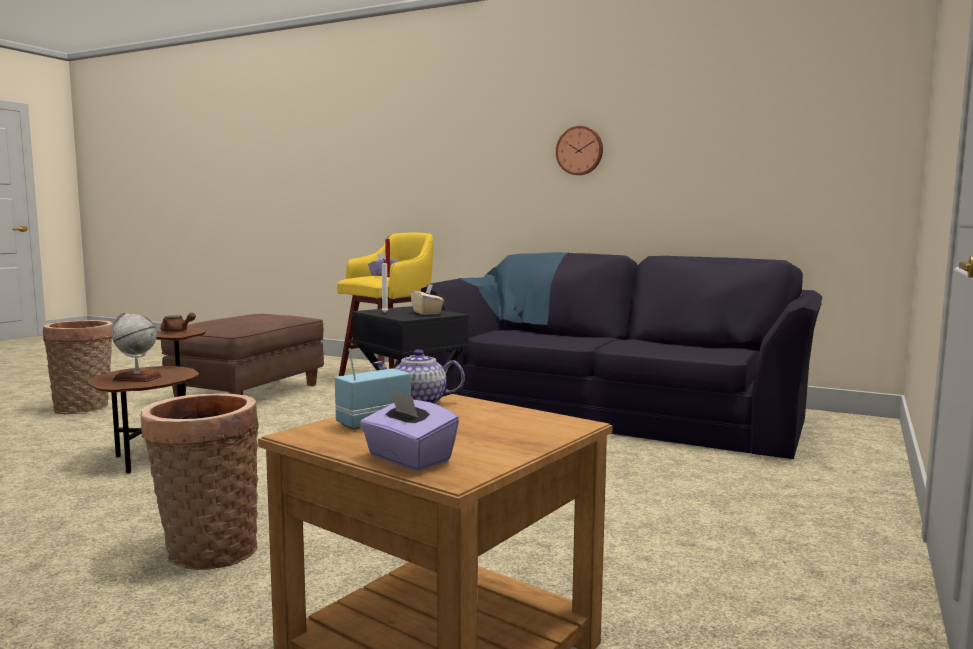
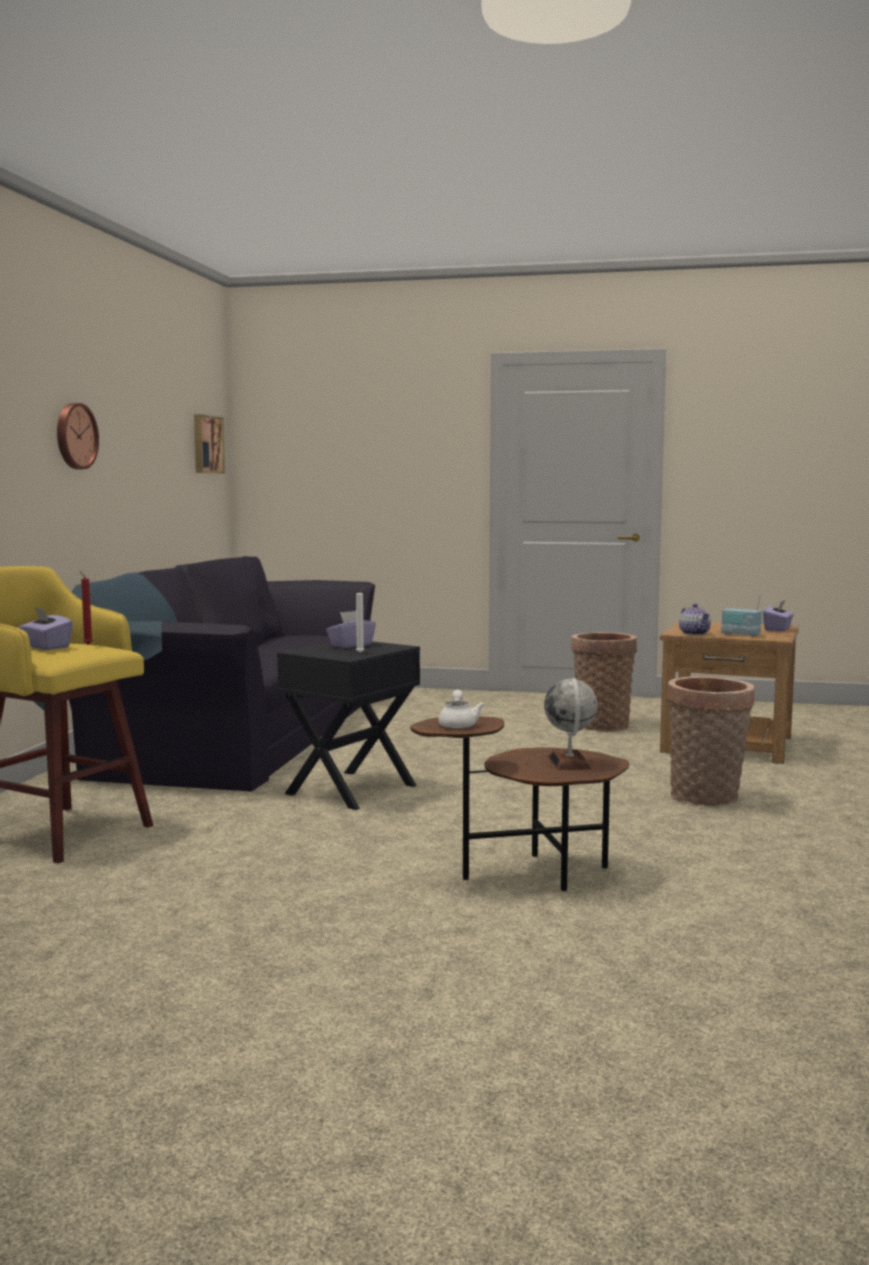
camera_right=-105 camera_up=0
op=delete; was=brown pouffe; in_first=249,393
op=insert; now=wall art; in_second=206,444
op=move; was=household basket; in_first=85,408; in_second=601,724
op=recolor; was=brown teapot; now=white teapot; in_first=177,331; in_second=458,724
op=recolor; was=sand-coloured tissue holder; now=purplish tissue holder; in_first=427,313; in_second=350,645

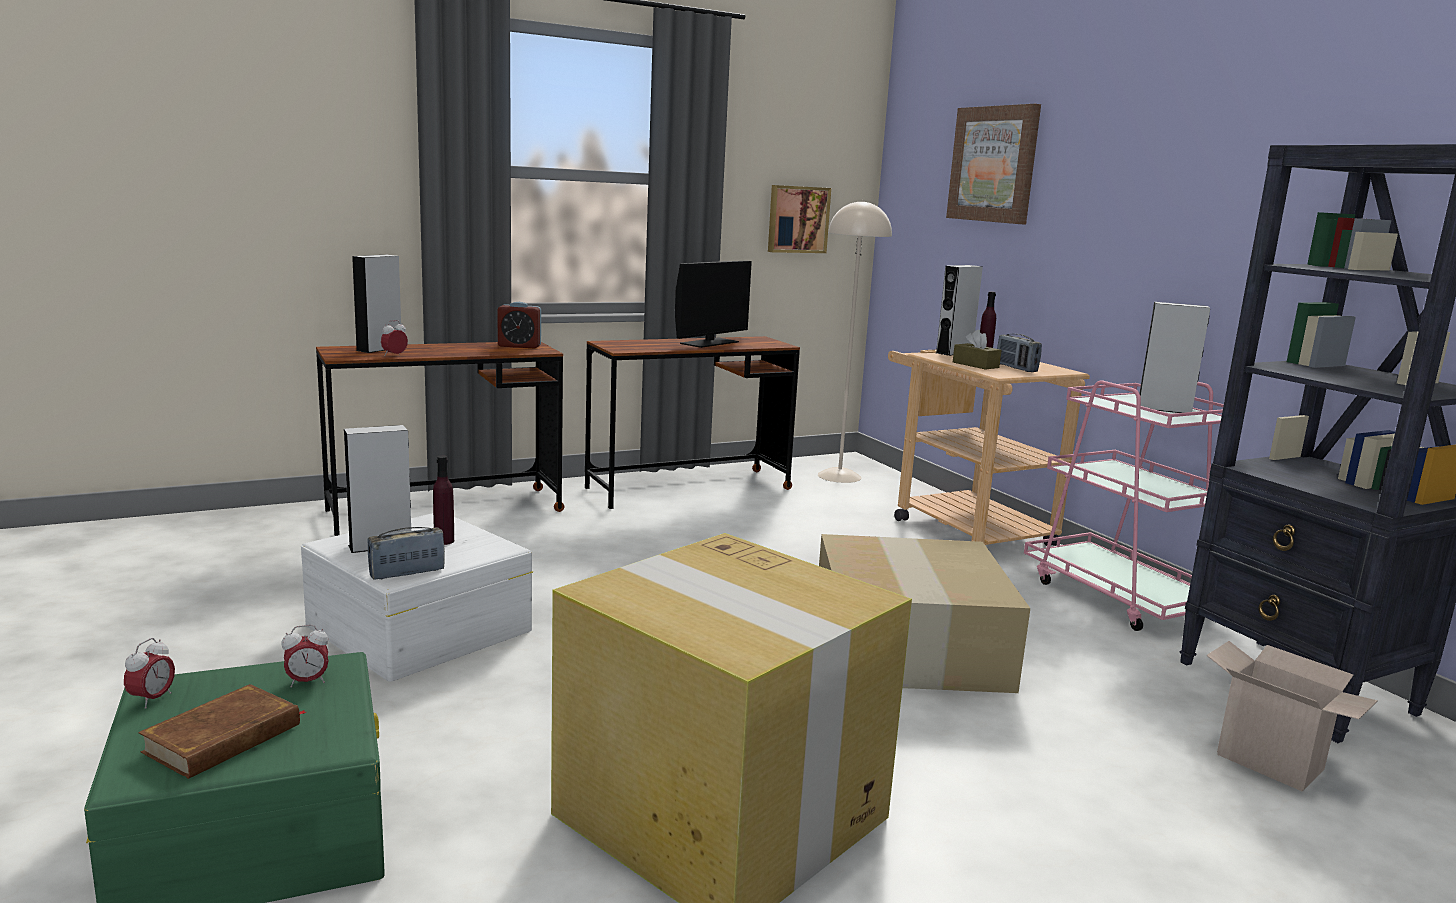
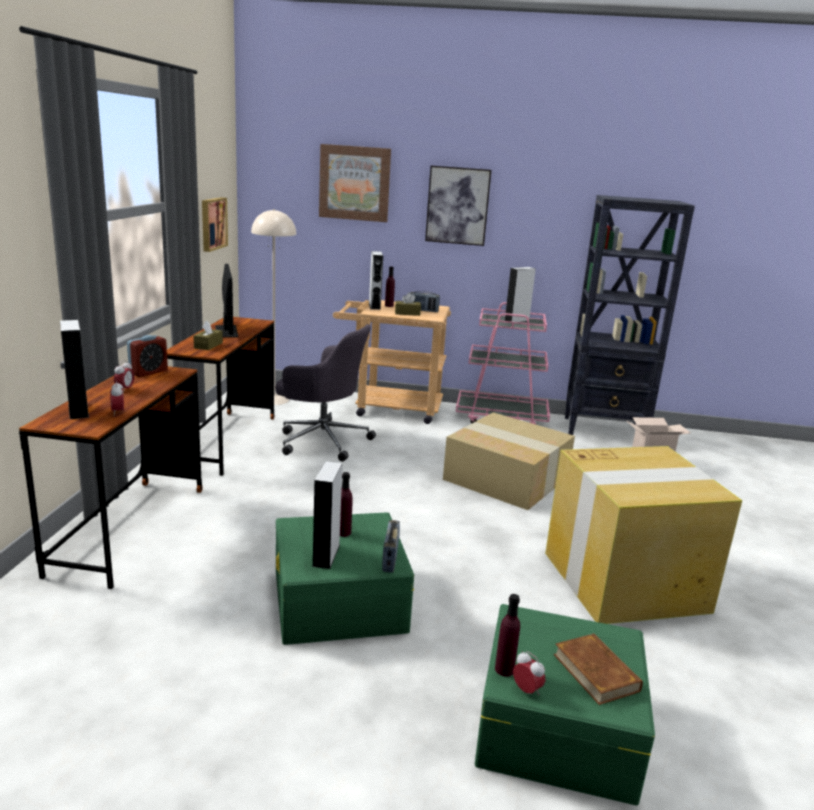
camera_right=-55 camera_up=5
op=insert; now=brown tissue holder; in_second=208,345
op=insert; now=gray office chair; in_second=322,440
op=insert; now=wall art; in_second=457,206
op=insert; now=purplish bottle; in_second=504,669
op=move; was=alarm clock; in_first=307,682; in_second=125,389
op=recolor; was=white storage bin; now=greenish storage bin; in_first=417,628; in_second=339,601

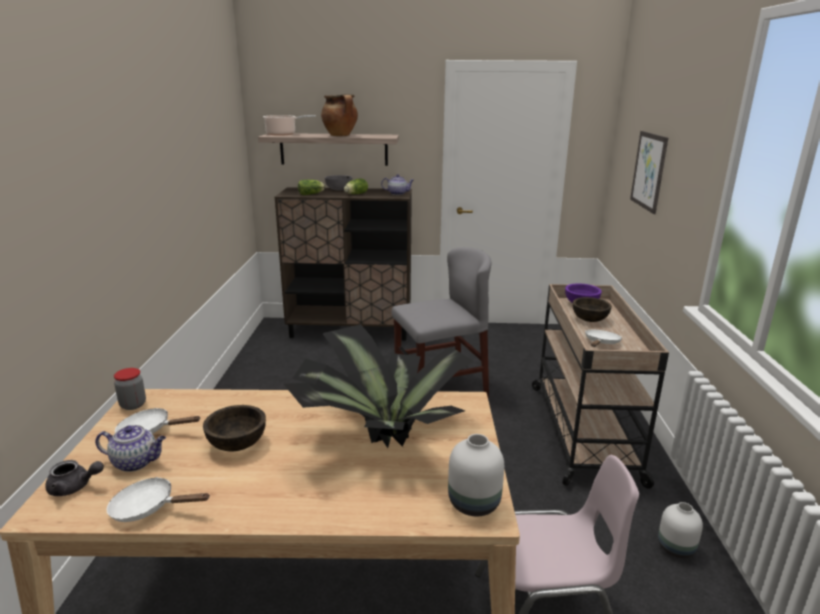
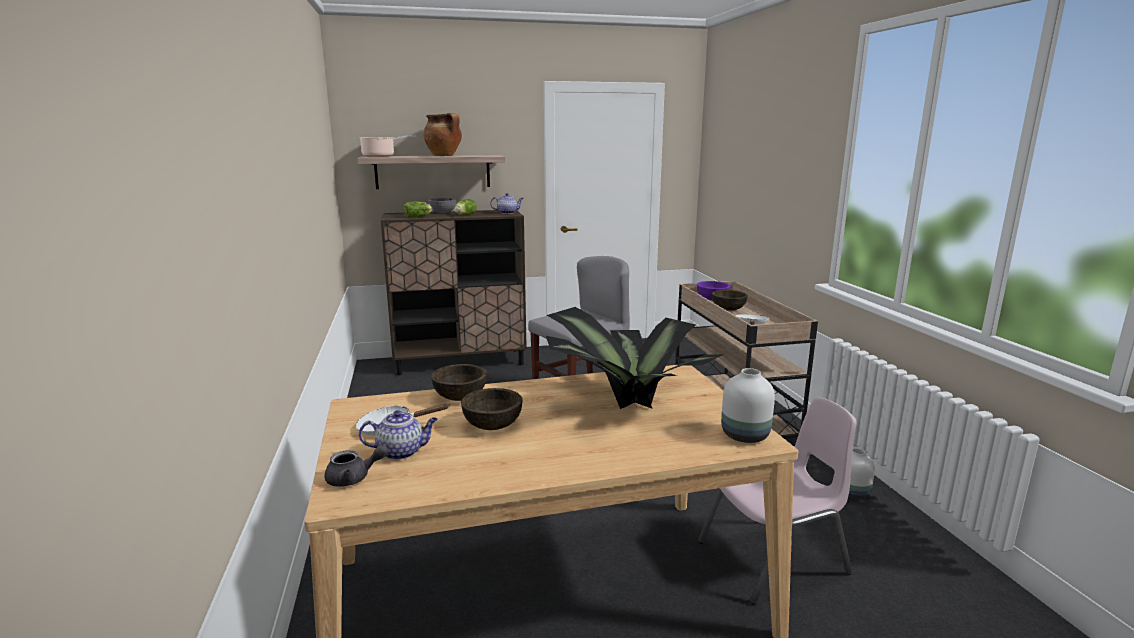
camera_right=-15 camera_up=-5
op=delete; was=white skillet; in_first=149,508
op=delete; was=jar; in_first=133,405
op=delete; was=wall art; in_first=648,171
op=insert; now=brown bowl; in_second=460,397

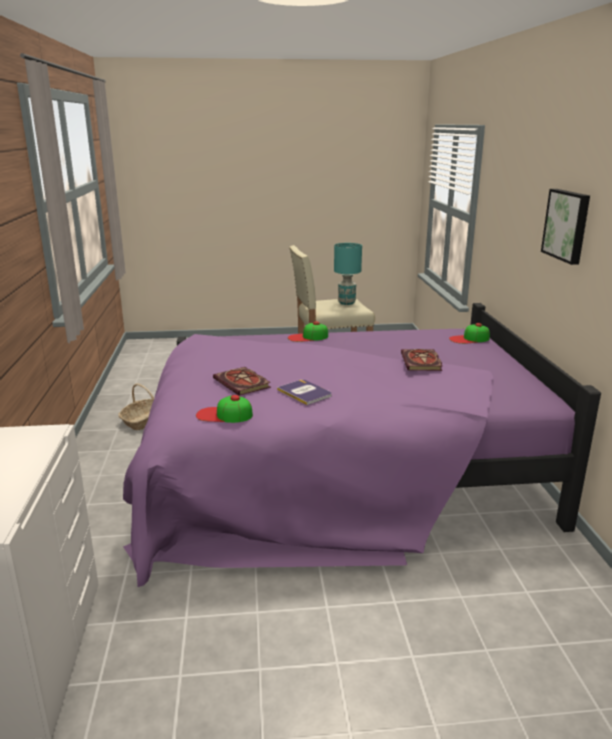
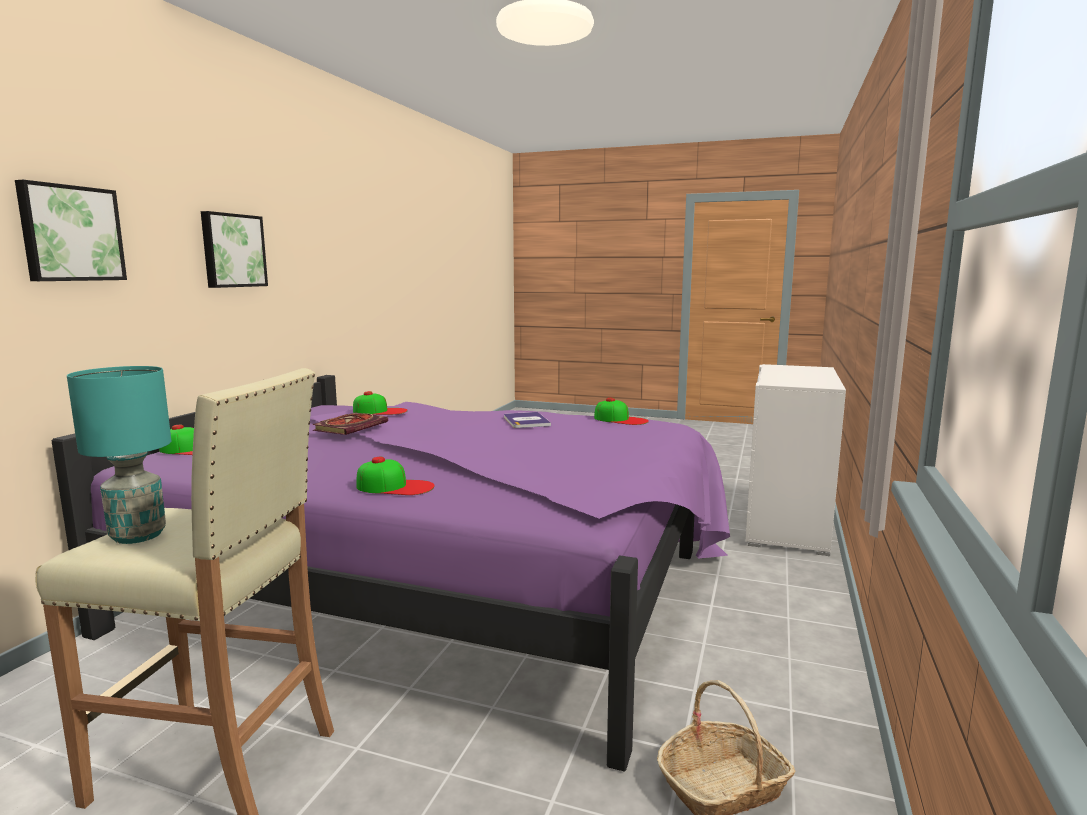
camera_right=-155 camera_up=-10
op=delete; was=book; in_first=243,384
op=insert; now=wall art; in_second=70,233
op=insert; now=peaked cap; in_second=380,411

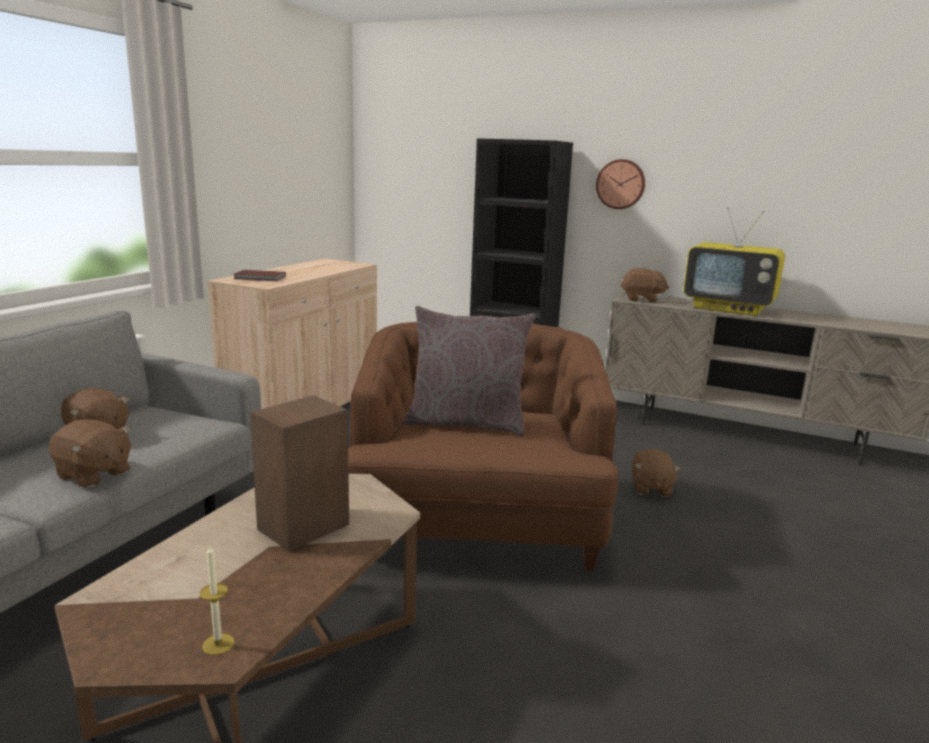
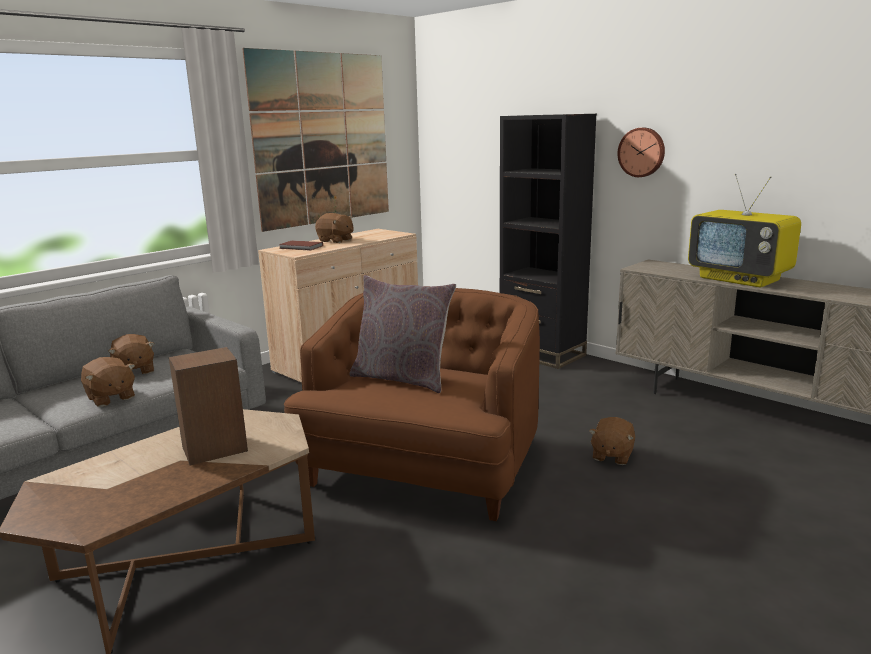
camera_right=20 camera_up=0
op=delete; was=candle; in_first=218,644
op=insert; now=wall art; in_second=323,139
op=move; was=brown soft toy; in_first=641,299; in_second=335,240

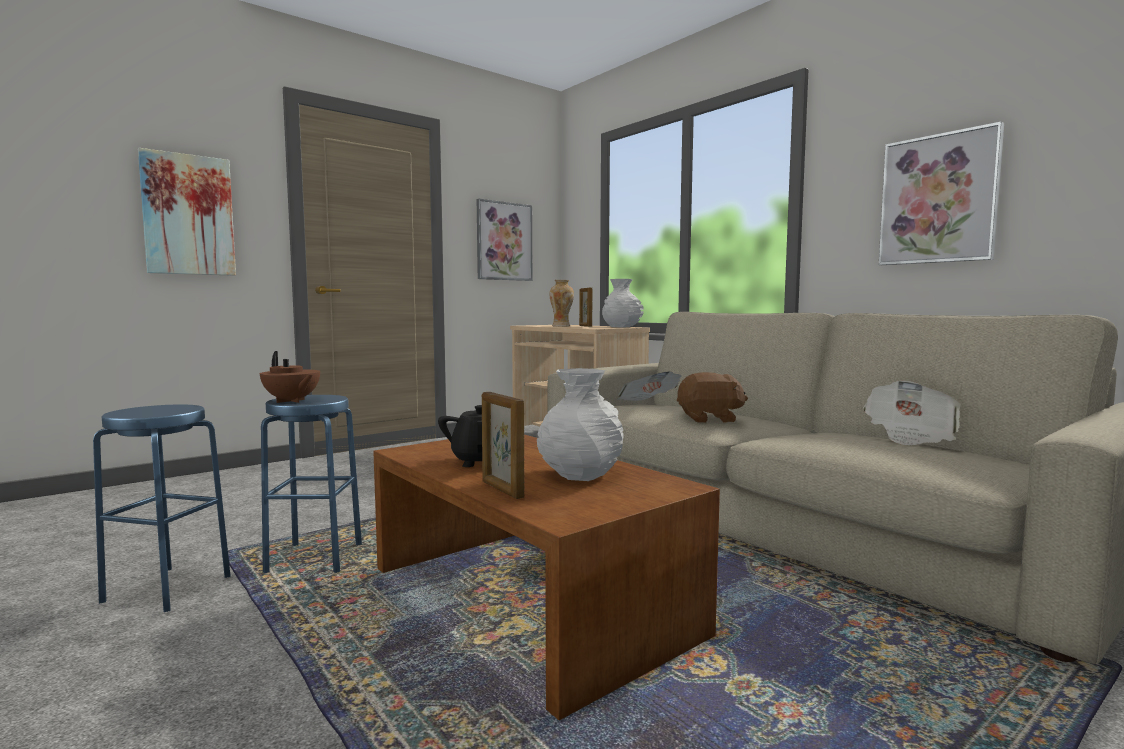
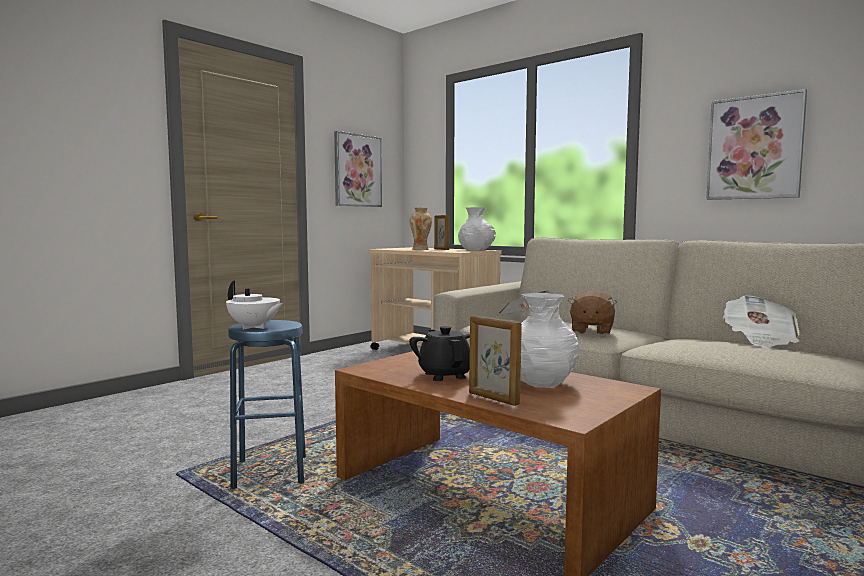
camera_right=-10 camera_up=0
op=delete; was=blue-coloured stool; in_first=167,588
op=delete; was=wall art; in_first=188,215
op=recolor; was=brown teapot; now=white teapot; in_first=291,401; in_second=254,327
op=rotate; was=brown soft toy; in_first=710,419; in_second=591,331; clockwise=120

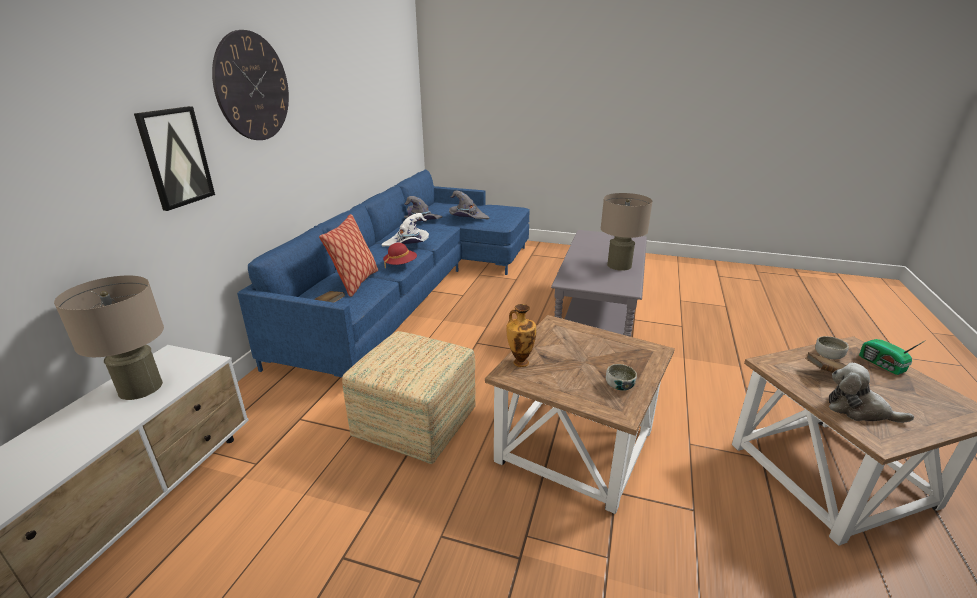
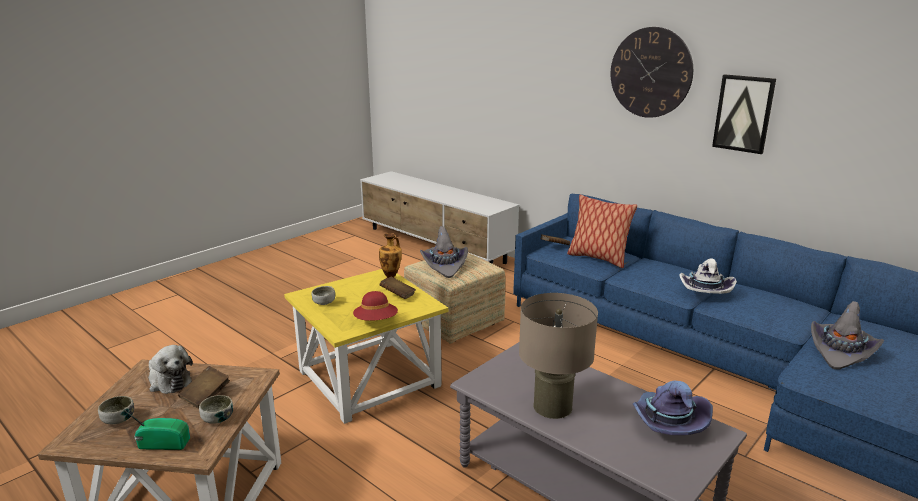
camera_right=115 camera_up=-5
op=delete; was=sand-coloured tabletop lamp; in_first=140,388
op=insert; now=bowl; in_second=118,419
op=insert; now=brown book; in_second=398,295
op=insert; now=purplish wearable hat; in_second=666,422
op=move; was=wall art; in_first=175,157; in_second=743,113
op=move; was=red-coloured wearable hat; in_first=400,265; in_second=376,321
op=move; was=gray wearable hat; in_first=422,221; in_second=445,265
op=recolor; was=brown end table; now=yellow end table; in_first=573,446; in_second=369,377
op=rotate; was=soft toy; in_first=858,410; in_second=169,381; clockwise=75

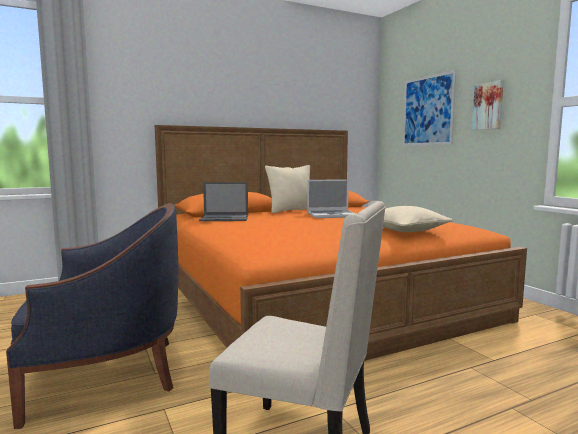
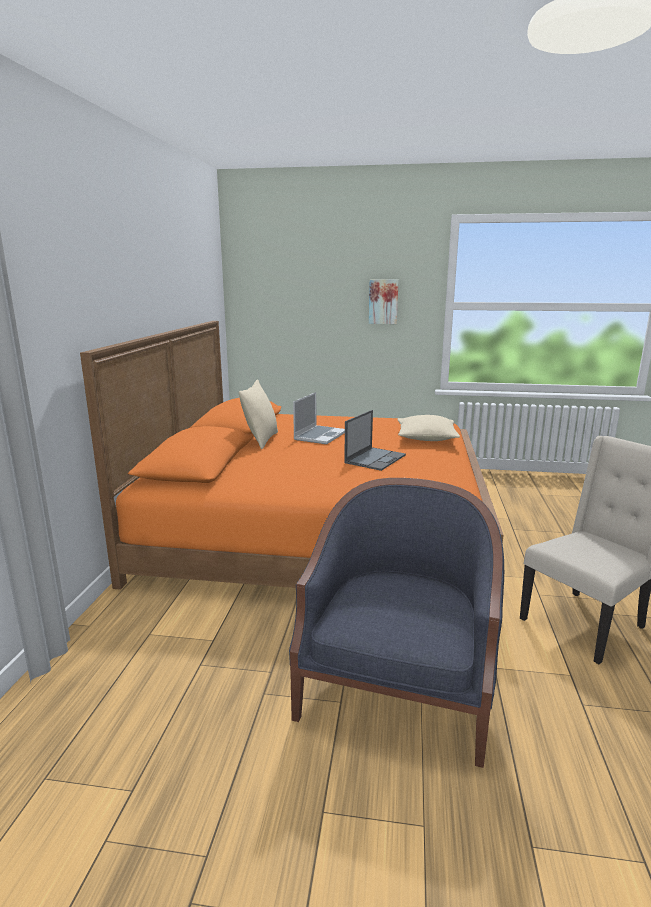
camera_right=-55 camera_up=10
op=delete; was=wall art; in_first=427,110
op=move; was=notebook computer; in_first=225,218; in_second=375,458

